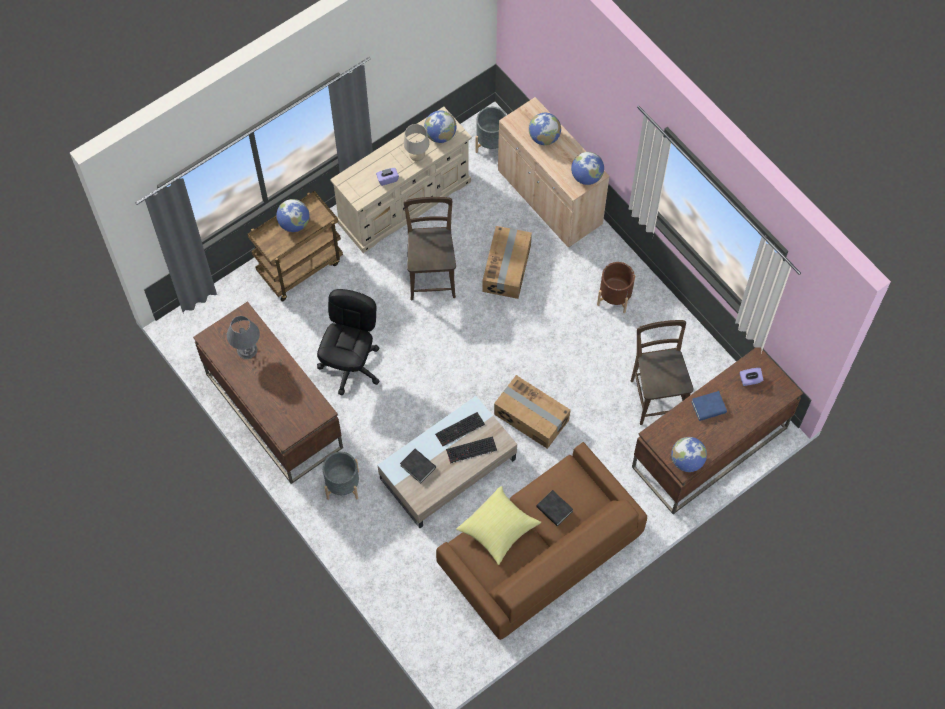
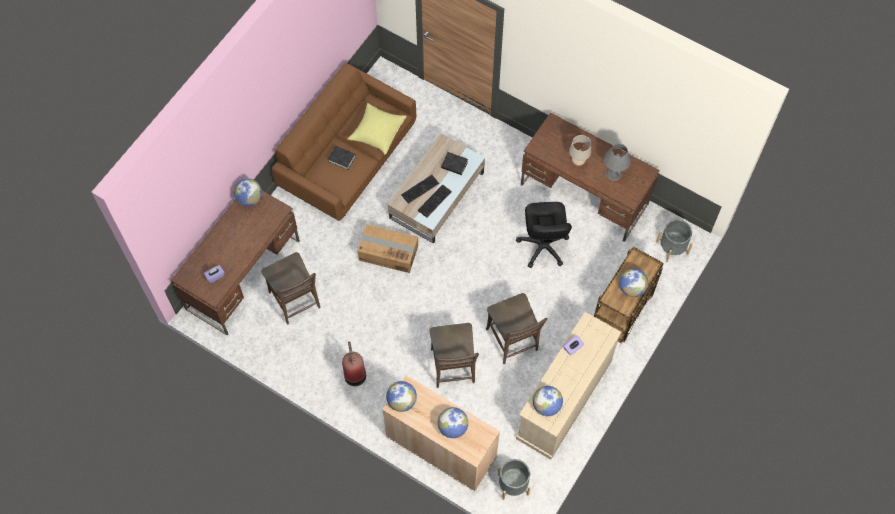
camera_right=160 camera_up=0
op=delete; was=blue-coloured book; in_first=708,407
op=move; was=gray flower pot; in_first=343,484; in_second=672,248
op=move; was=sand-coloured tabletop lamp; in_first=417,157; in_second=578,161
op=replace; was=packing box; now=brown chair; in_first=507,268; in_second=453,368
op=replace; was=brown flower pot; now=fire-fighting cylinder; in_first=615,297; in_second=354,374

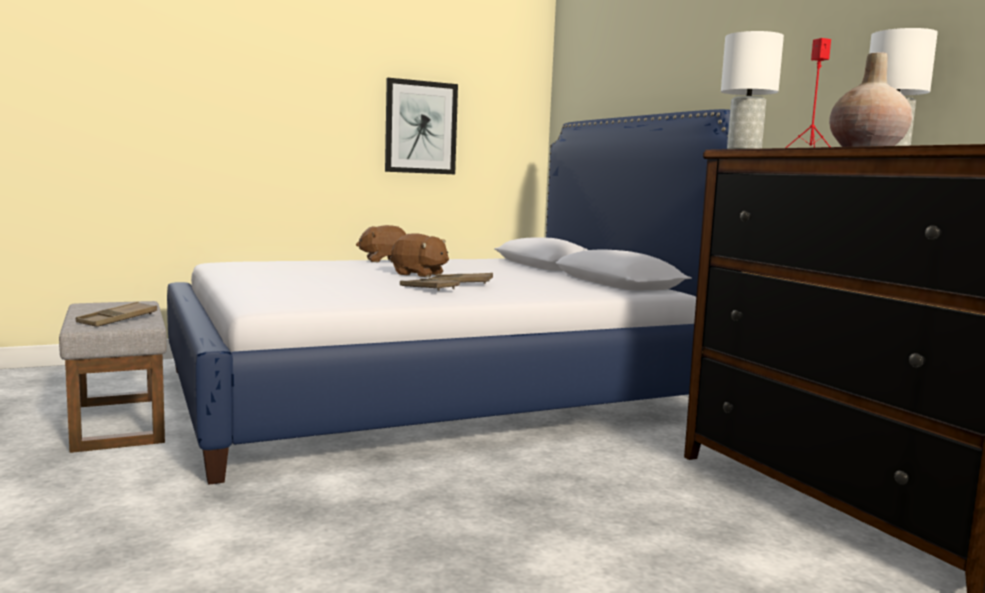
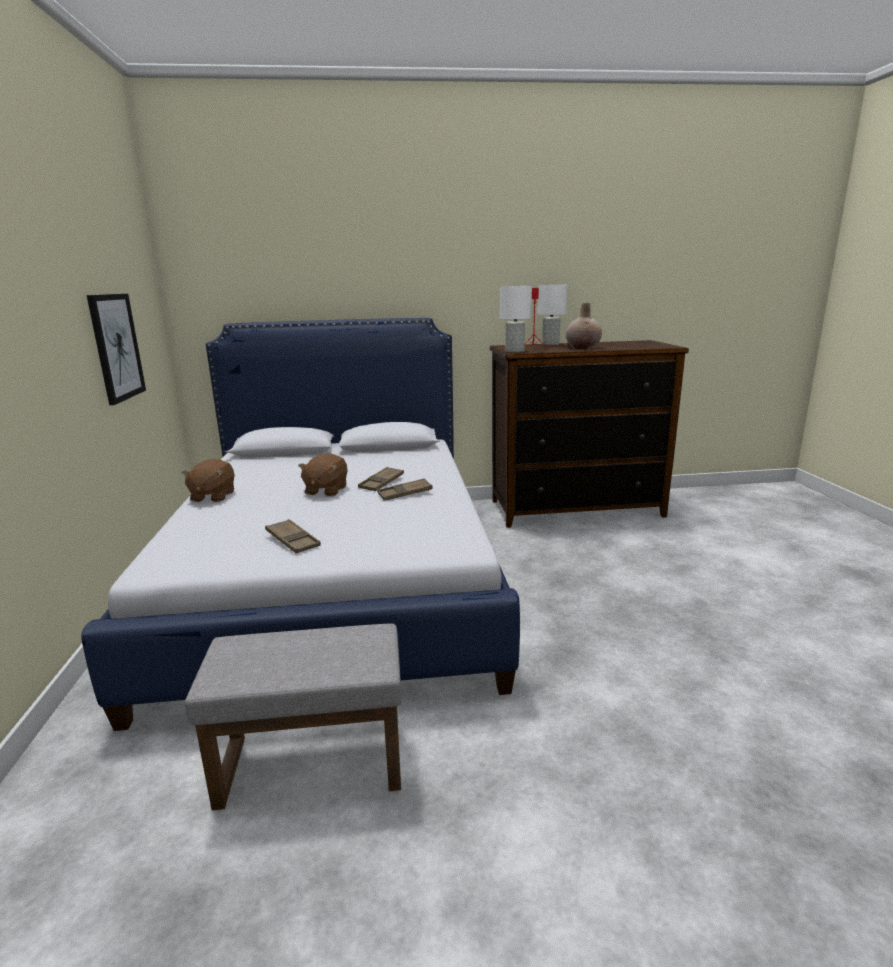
camera_right=-70 camera_up=10
op=move; was=brown carrying tray; in_first=118,320; in_second=293,541
op=rotate; was=brown soft toy; in_first=419,274; in_second=325,490; clockwise=150

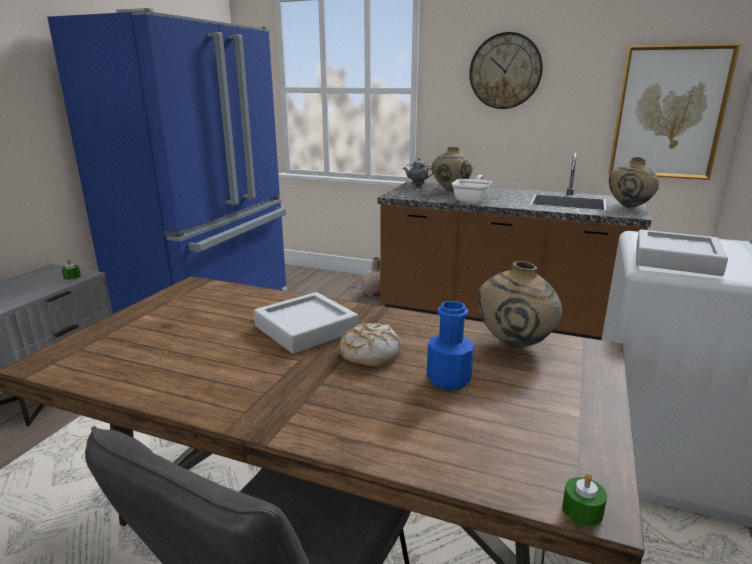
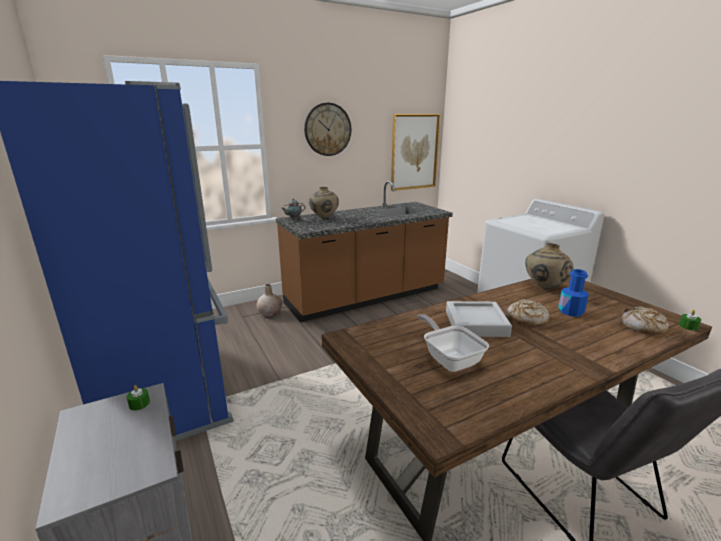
camera_right=-50 camera_up=0
op=delete; was=sand-coloured vase; in_first=629,207
op=delete; was=gray carrying tray; in_first=676,259
op=insert; now=bakery bread; in_second=642,326
op=move; was=skillet; in_first=472,199; in_second=449,359

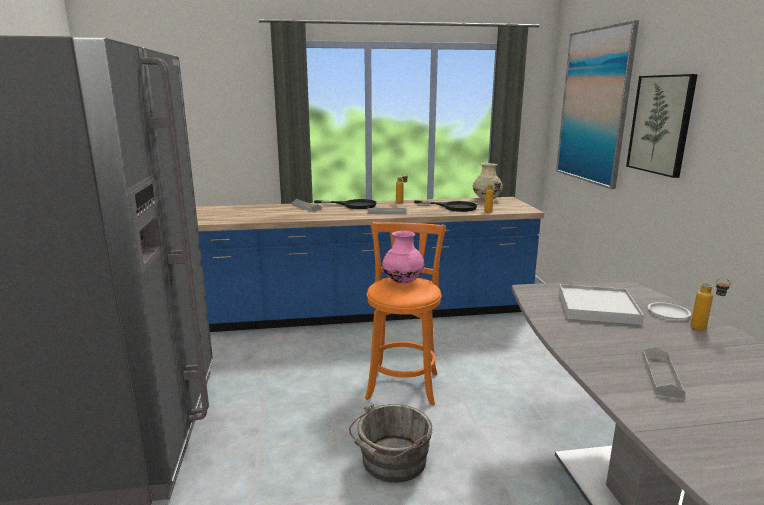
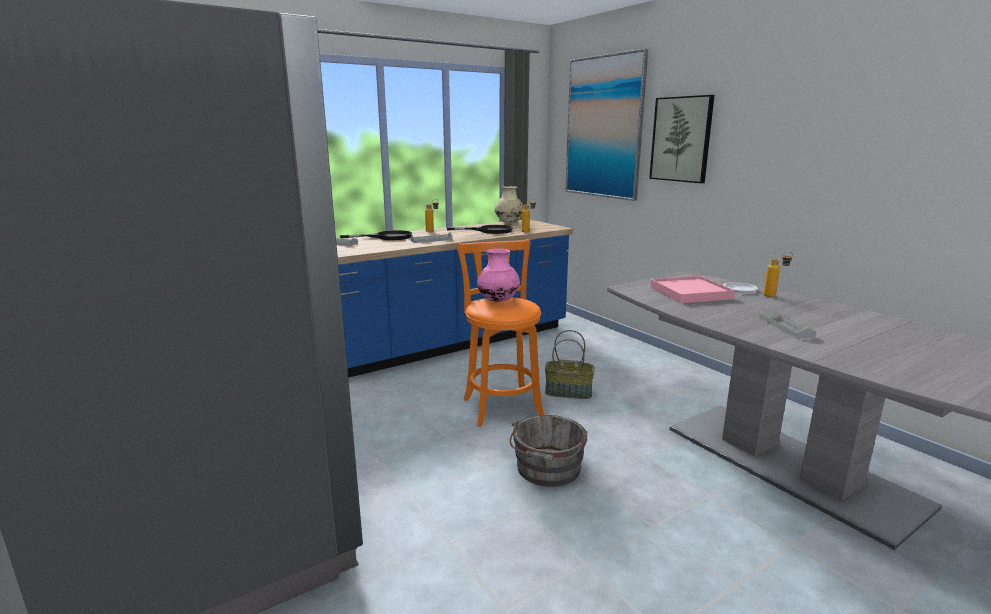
camera_right=-25 camera_up=0
op=insert; now=household basket; in_second=569,392
op=recolor; was=white carrying tray; now=pink carrying tray; in_first=597,307; in_second=690,293

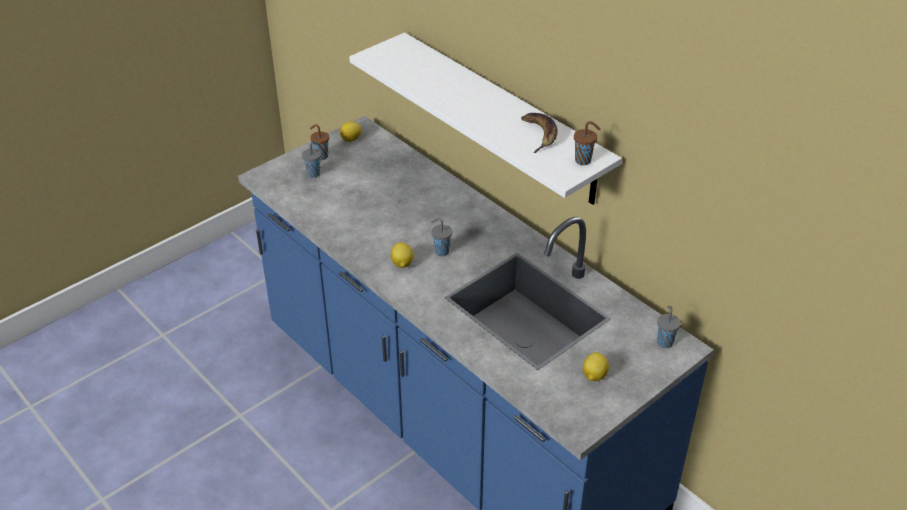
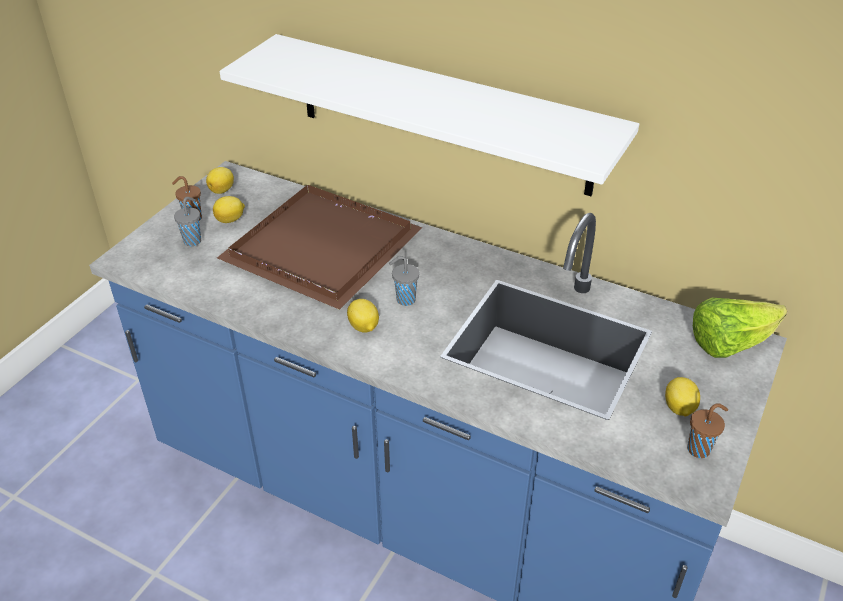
camera_right=-20 camera_up=0
op=delete; was=whole banana; in_first=540,134
op=insert; now=lemon; in_second=231,220
op=insert; now=brown carrying tray; in_second=326,247
op=move; was=brown small cup; in_first=584,161; in_second=700,449
op=replace; was=gray small cup; now=lettuce head; in_first=664,342; in_second=729,343

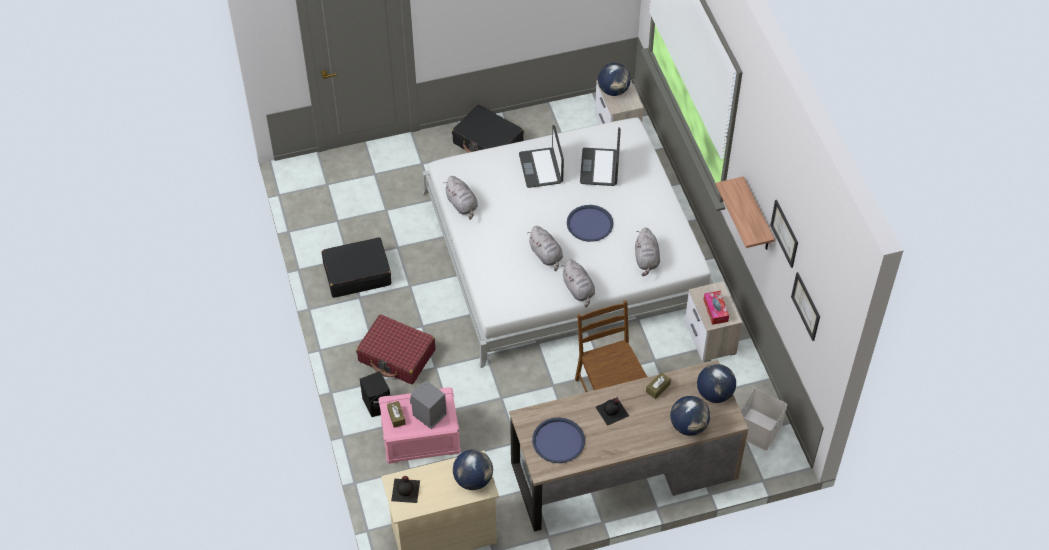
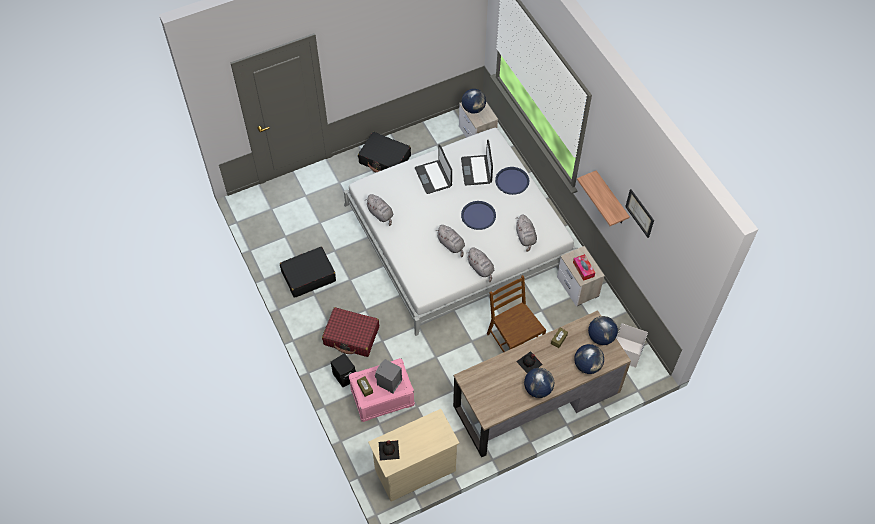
camera_right=-10 camera_up=5
op=delete; was=wall art; in_first=806,306
op=move; was=desk globe; in_first=473,479; in_second=538,389
op=move; was=blue-coloured carrying tray; in_first=558,441; in_second=512,181

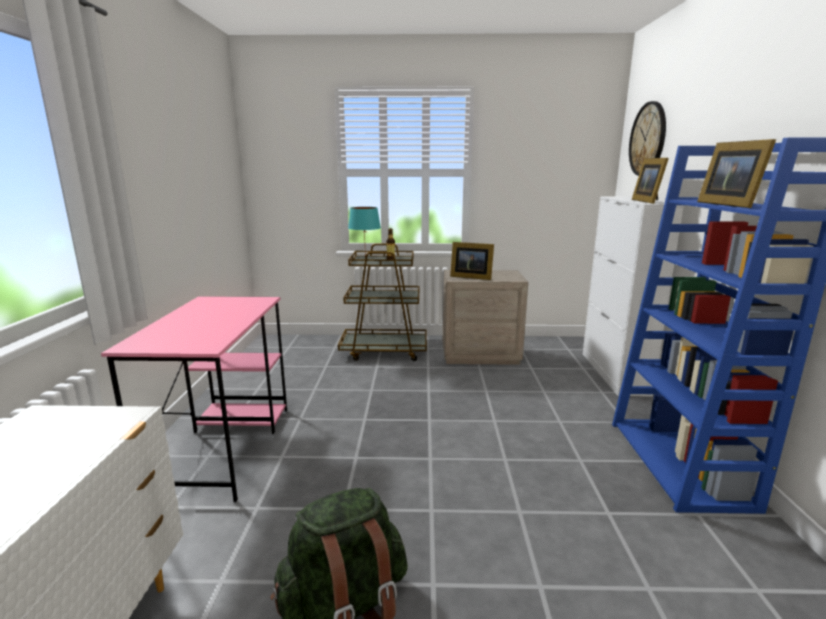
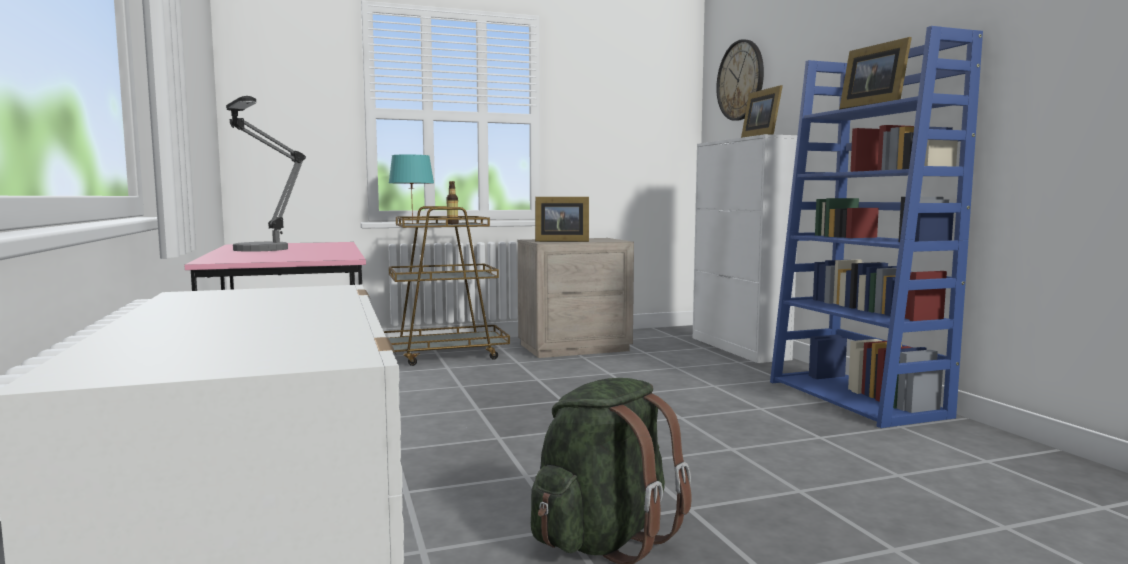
camera_right=-20 camera_up=-10
op=insert; now=tabletop lamp; in_second=261,250

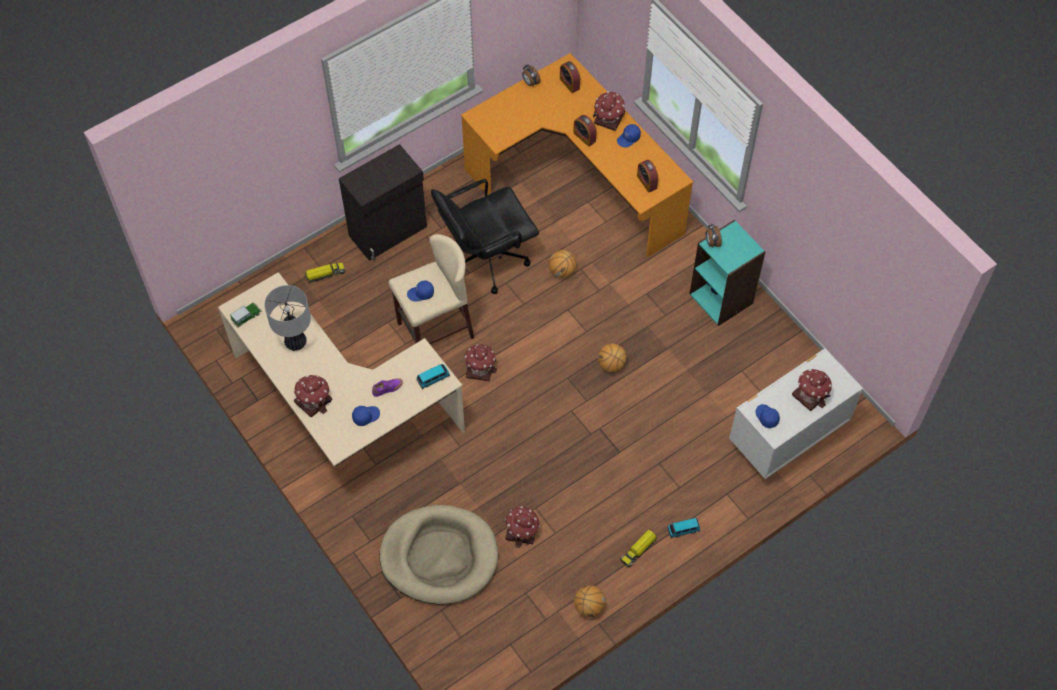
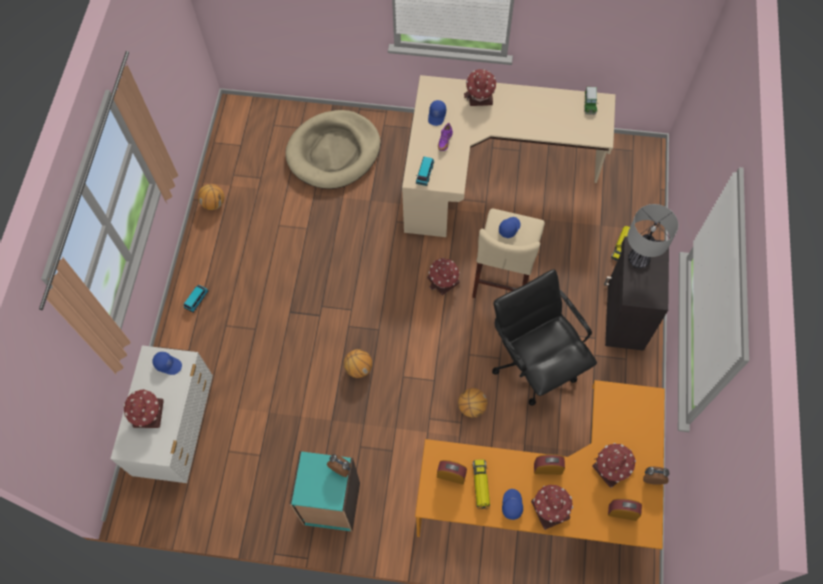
camera_right=135 camera_up=5
op=move; was=tabletop lamp; in_first=296,342; in_second=638,260
op=move; was=miniature house; in_first=522,531; in_second=611,468
op=move; was=model truck; in_first=638,550; in_second=481,485
op=rotate; was=black-coloured office chair; in_first=486,259; in_second=535,362; clockwise=-45

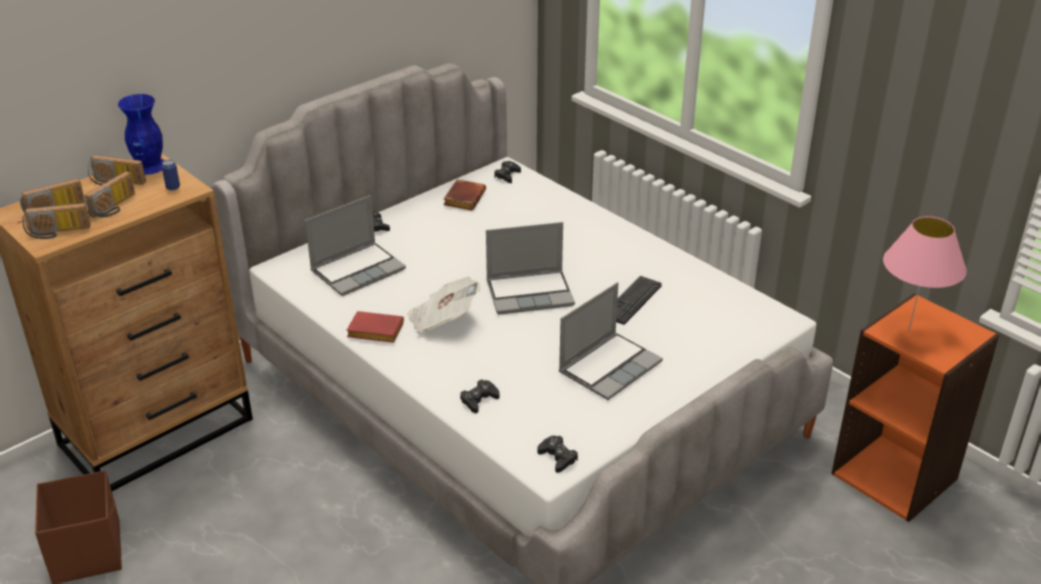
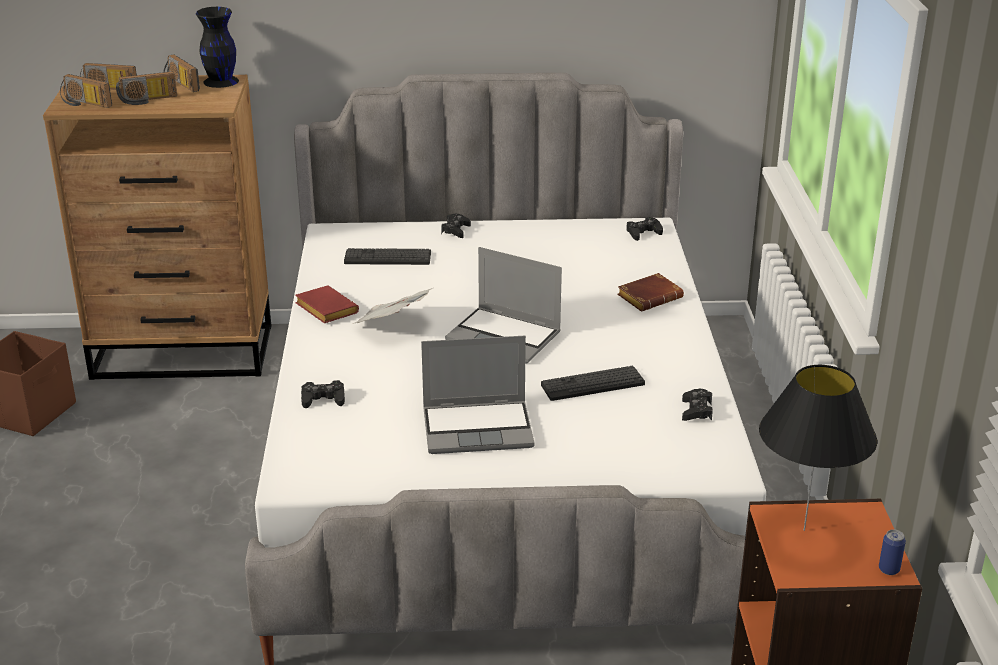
camera_right=40 camera_up=-5
op=move; was=metal can; in_first=173,187; in_second=889,569
op=move; was=brown book; in_first=463,198; in_second=650,297
op=move; was=black-coloured joypad; in_first=557,457; in_second=696,411
op=replace; was=notebook computer; now=computer keyboard; in_first=358,270; in_second=387,258
op=recolor; was=blue-coloured vase; now=black-coloured vase; in_first=149,166; in_second=220,81
op=recolor; was=pink tabletop lamp; now=black-coloured tabletop lamp; in_first=908,332; in_second=803,530

